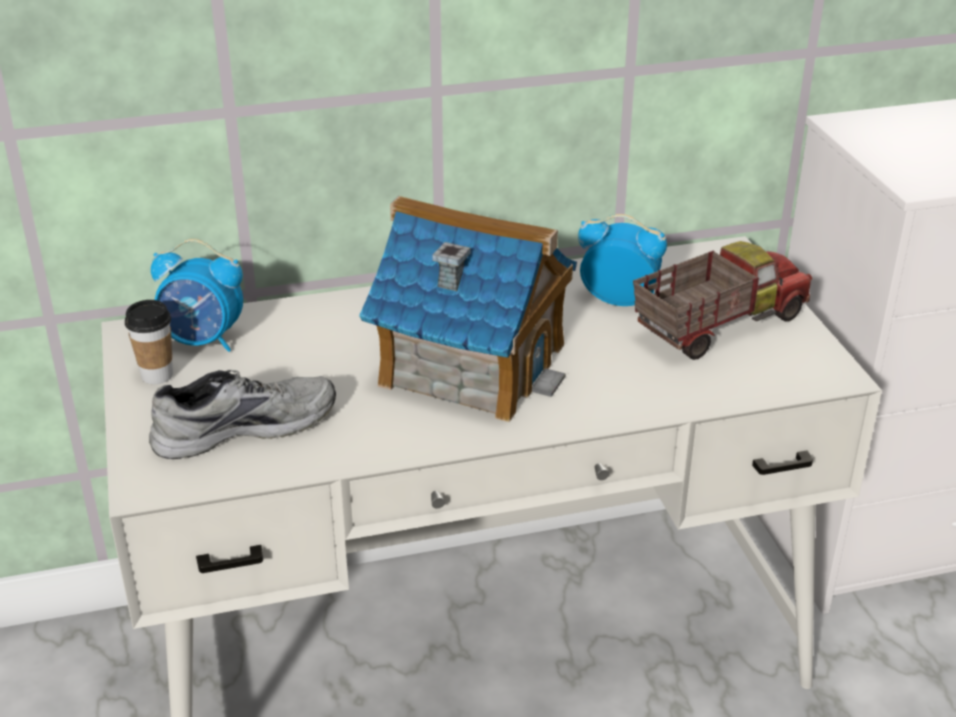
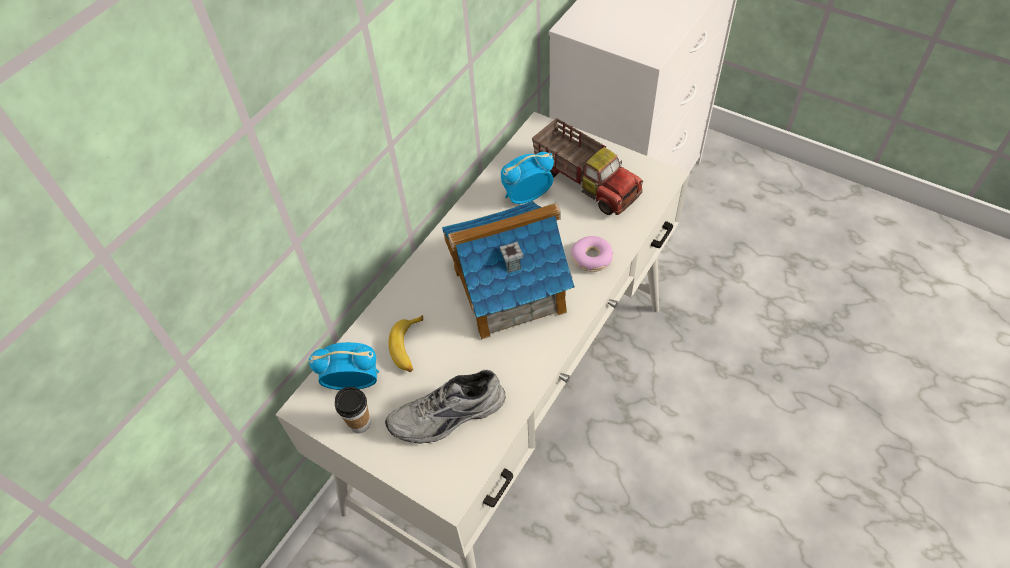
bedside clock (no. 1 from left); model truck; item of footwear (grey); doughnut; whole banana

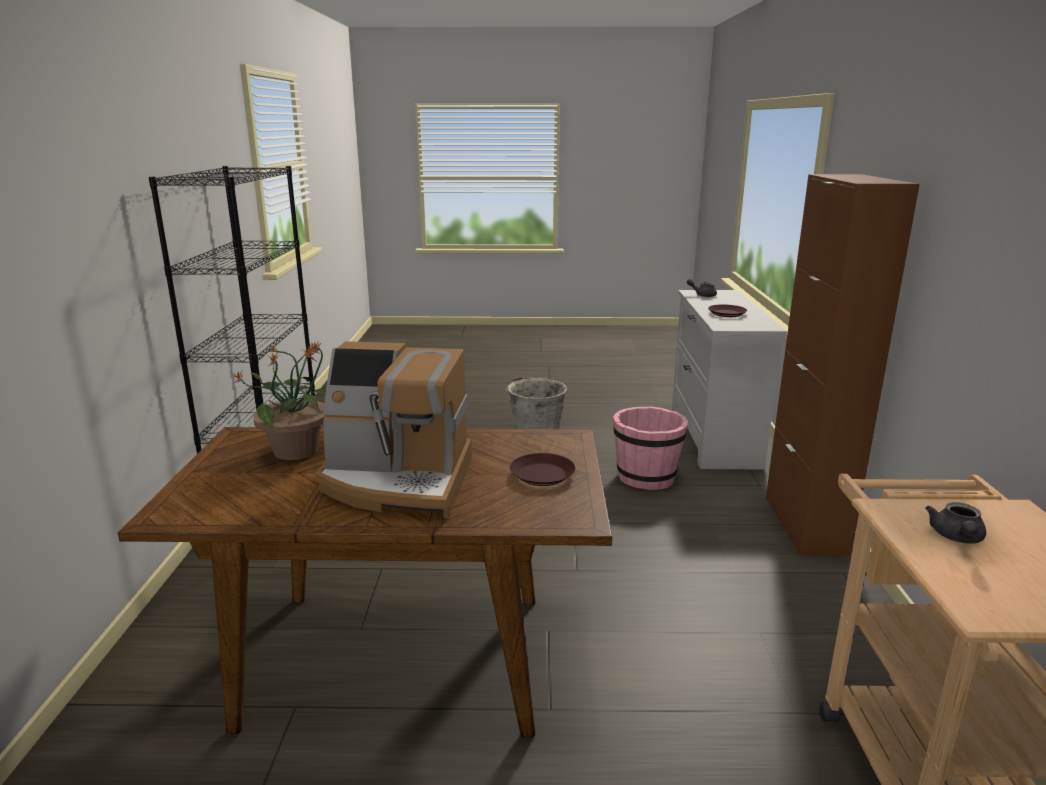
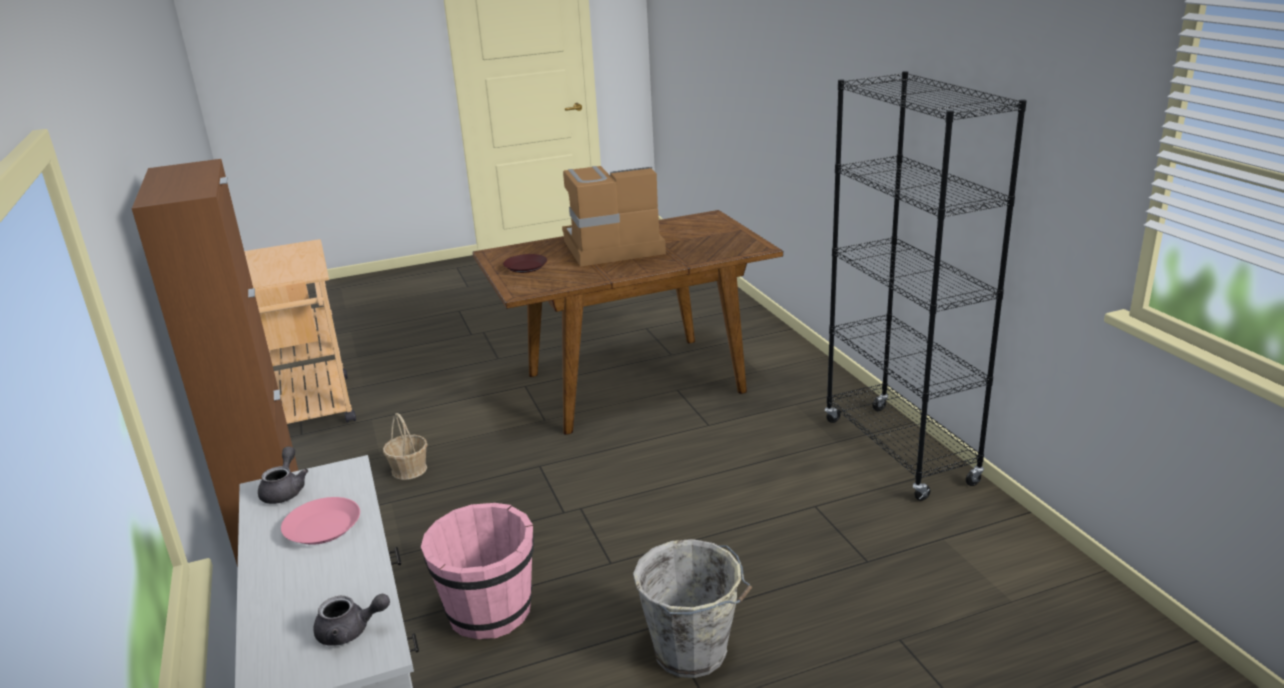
plate (pink); plant in a pot; pot for tea (grey) (no. 1 from left); household basket

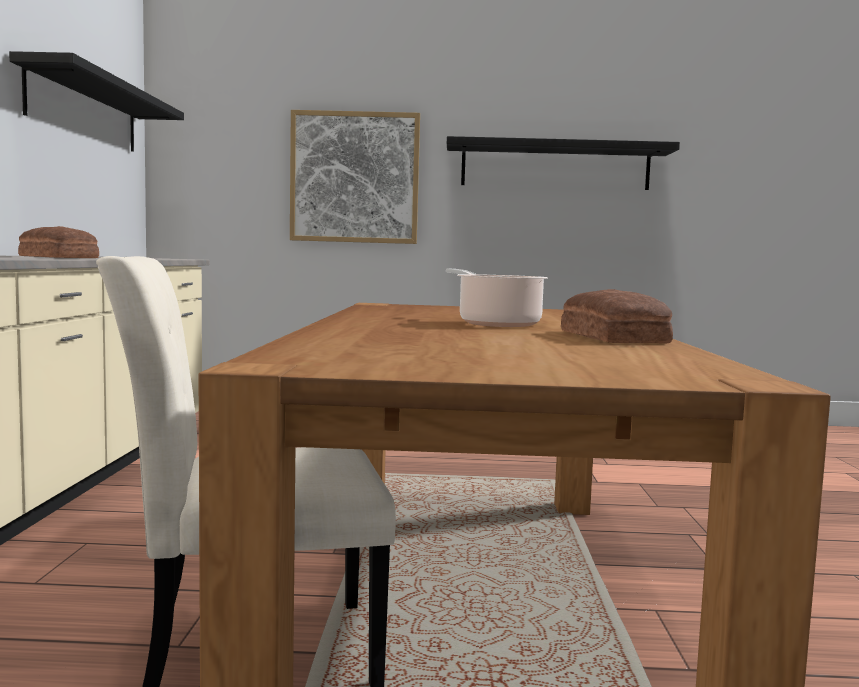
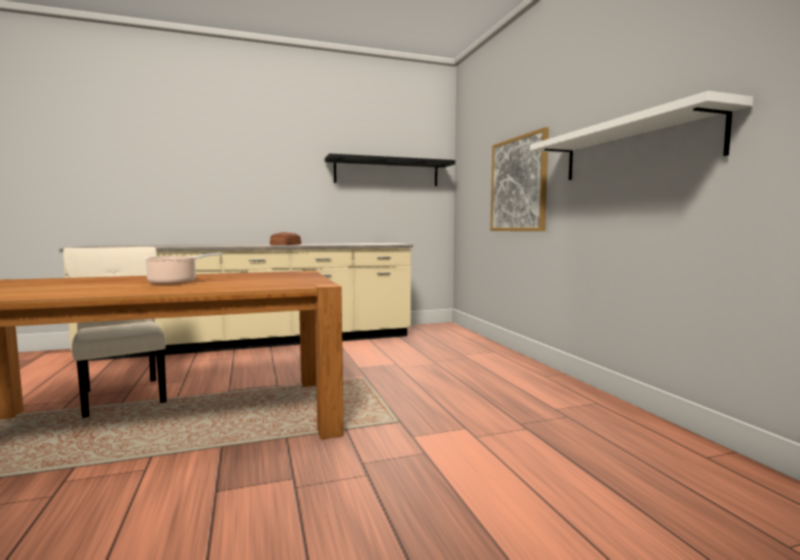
shelf (white-coloured); bakery bread (no. 2 from left in the first image)

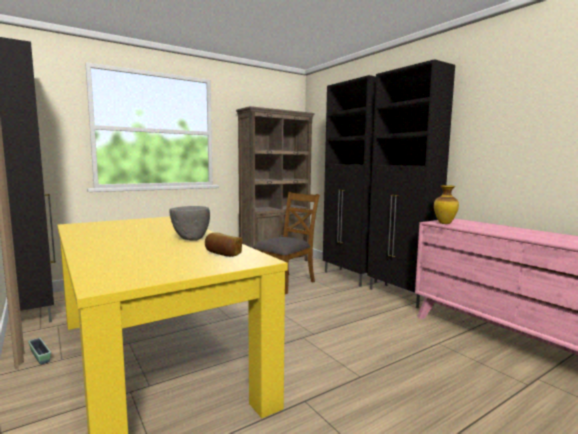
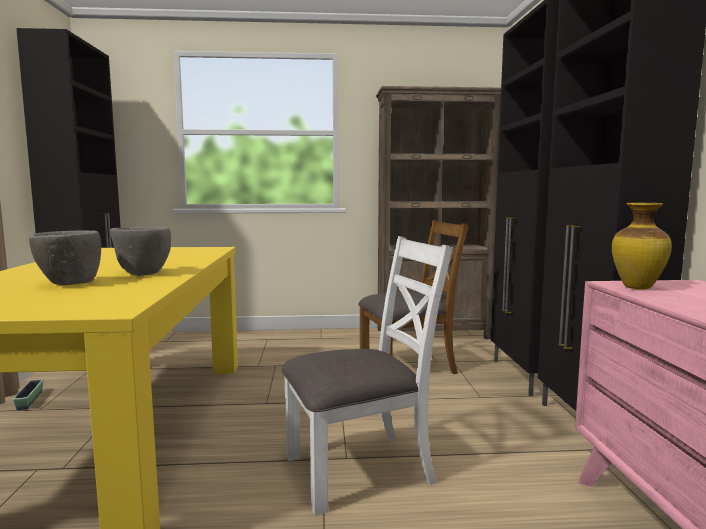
bakery bread; serving bowl (grey) (no. 1 from left); plain chair (white-coloured)

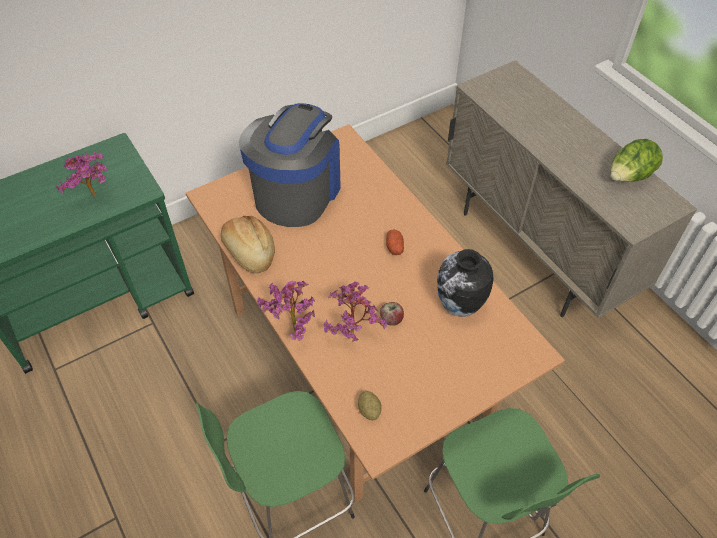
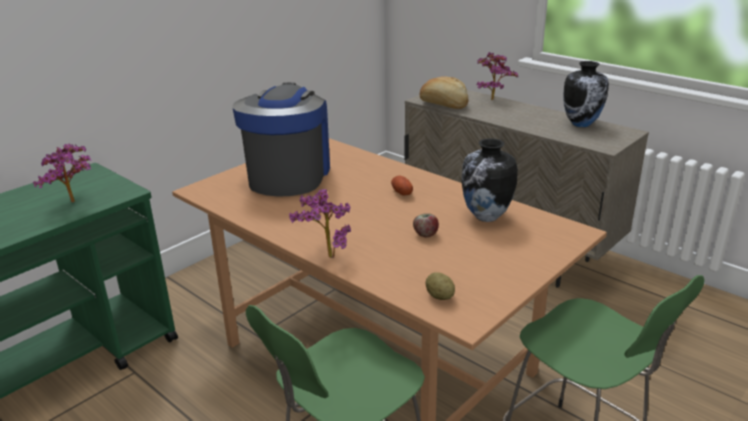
decorative vase (no. 2 from left); bakery bread; plant in a pot (no. 3 from left)

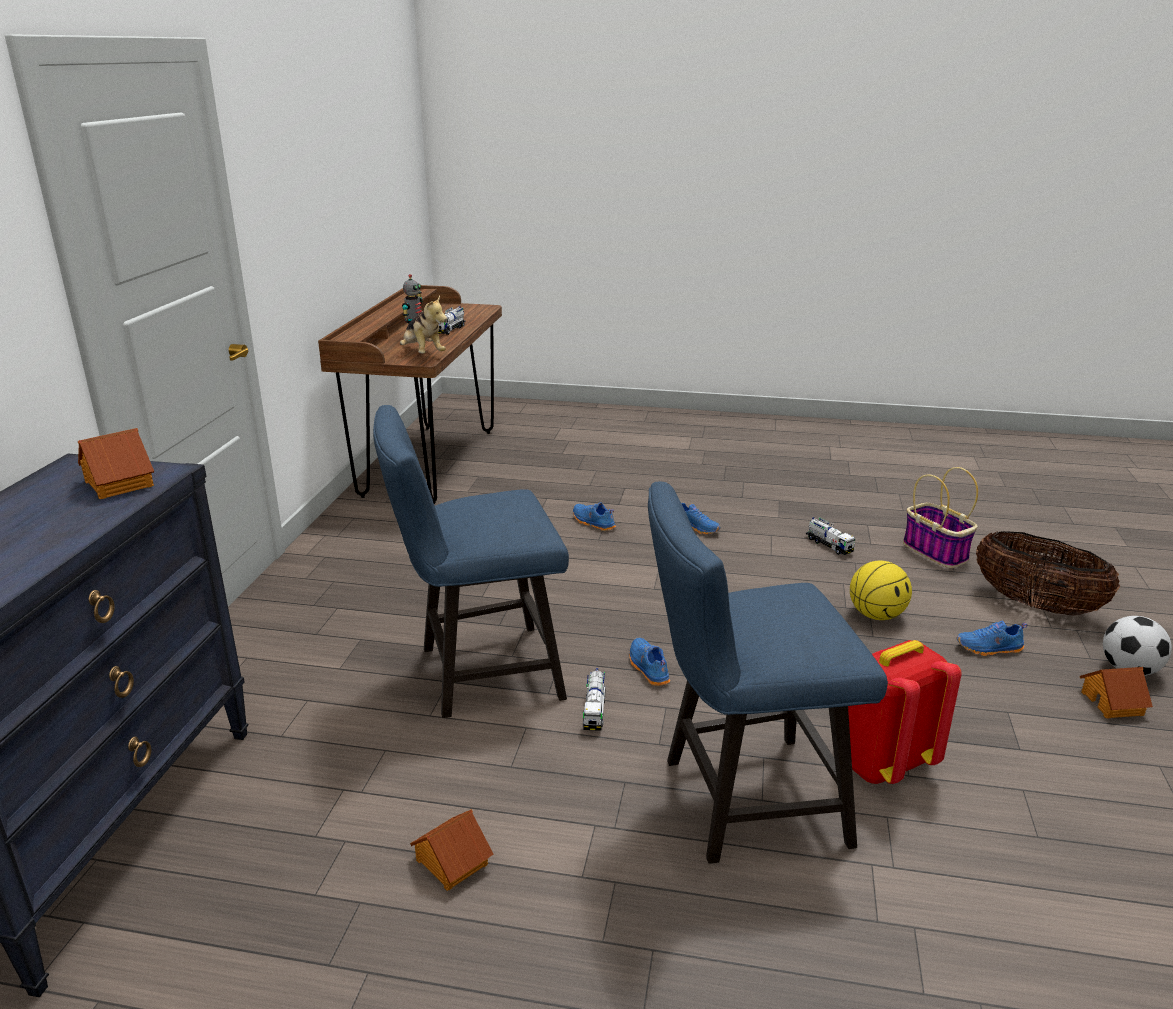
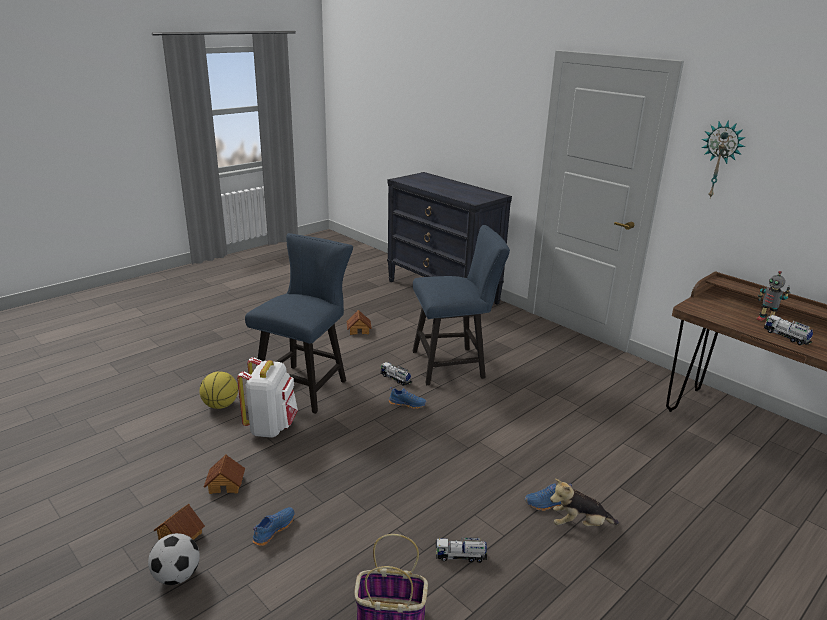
soft toy; plain chair (bluish) (no. 2 from left); model house (no. 2 from left); item of footwear (bluish) (no. 1 from left in the first image); household basket (no. 2 from left in the first image); basketball ball; knapsack (white-coloured); hanging clock

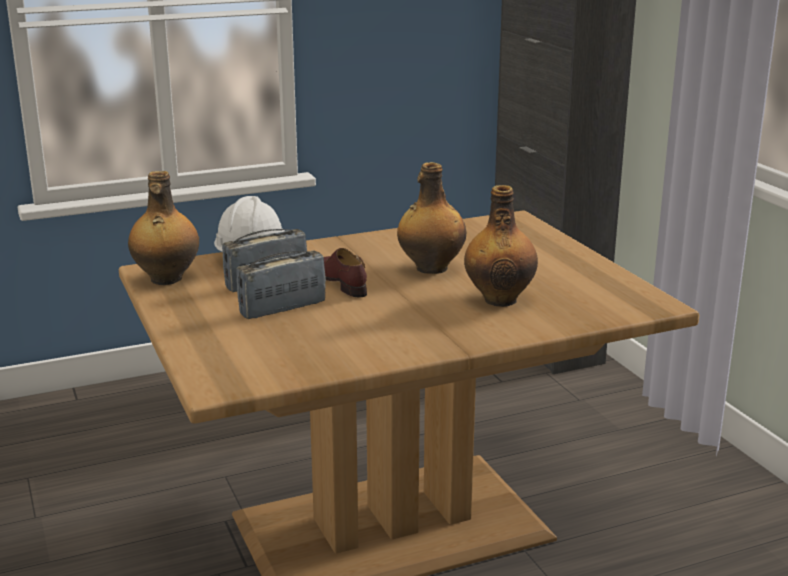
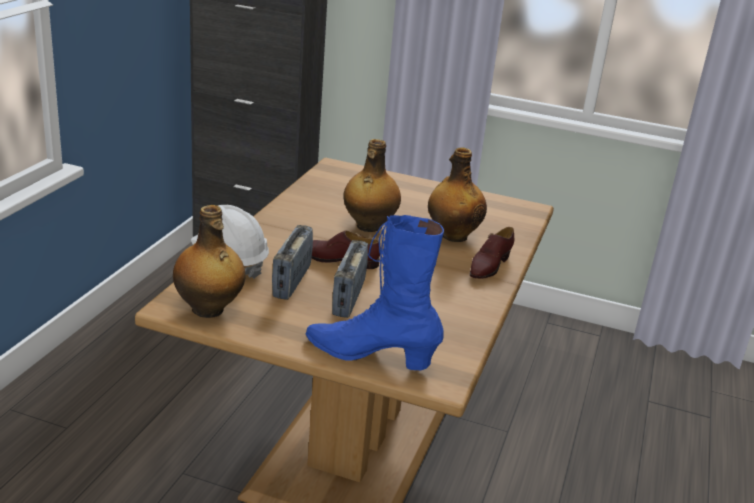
high-top boot (bluish); item of footwear (brown) (no. 2 from left)

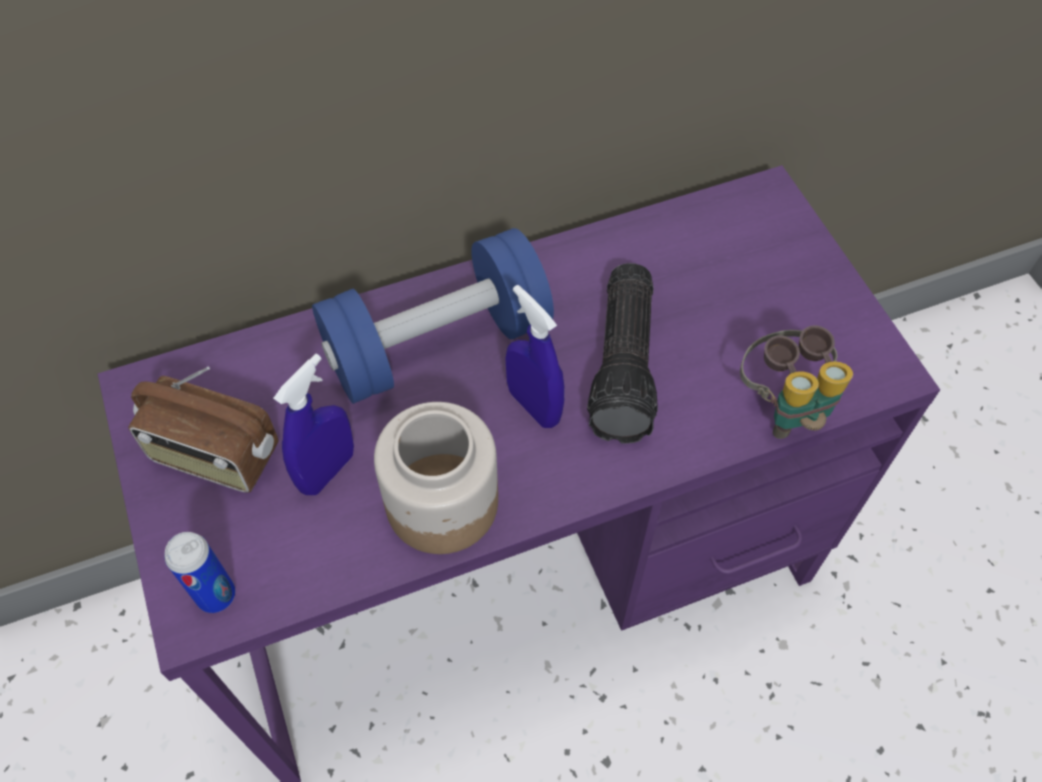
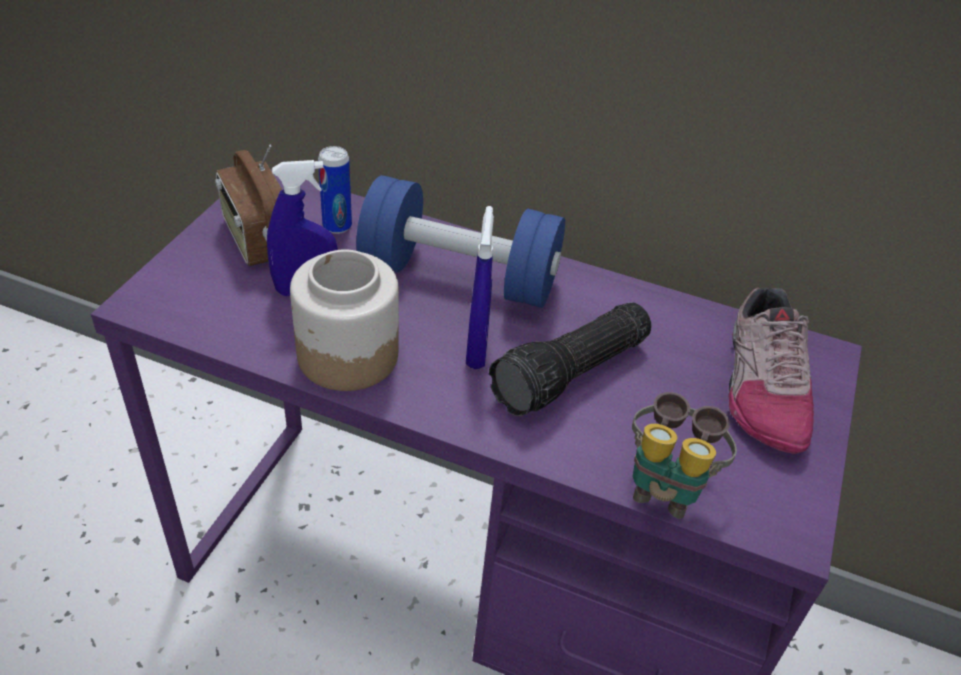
sealed can; item of footwear

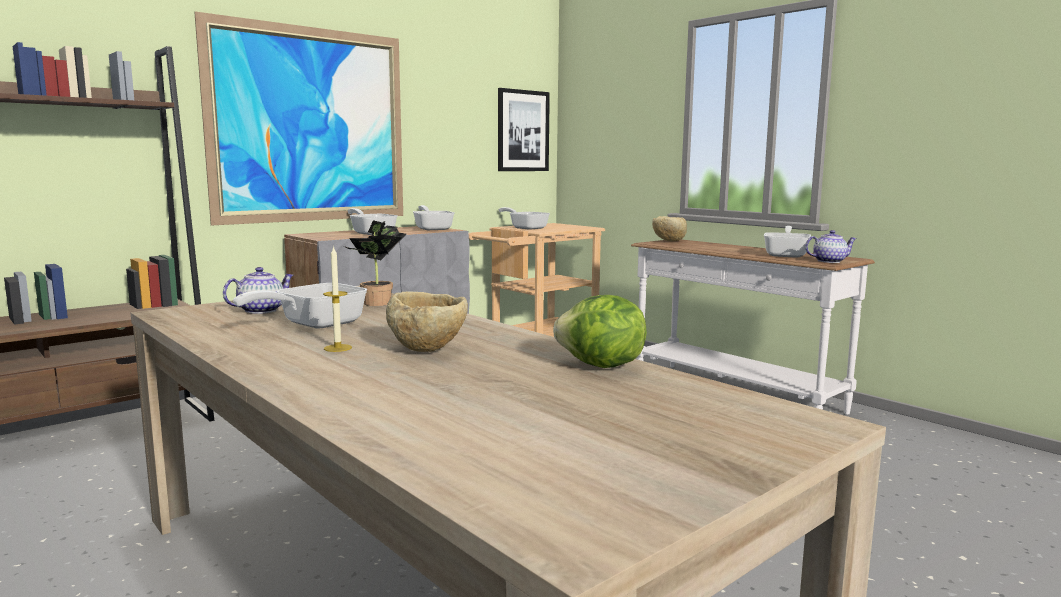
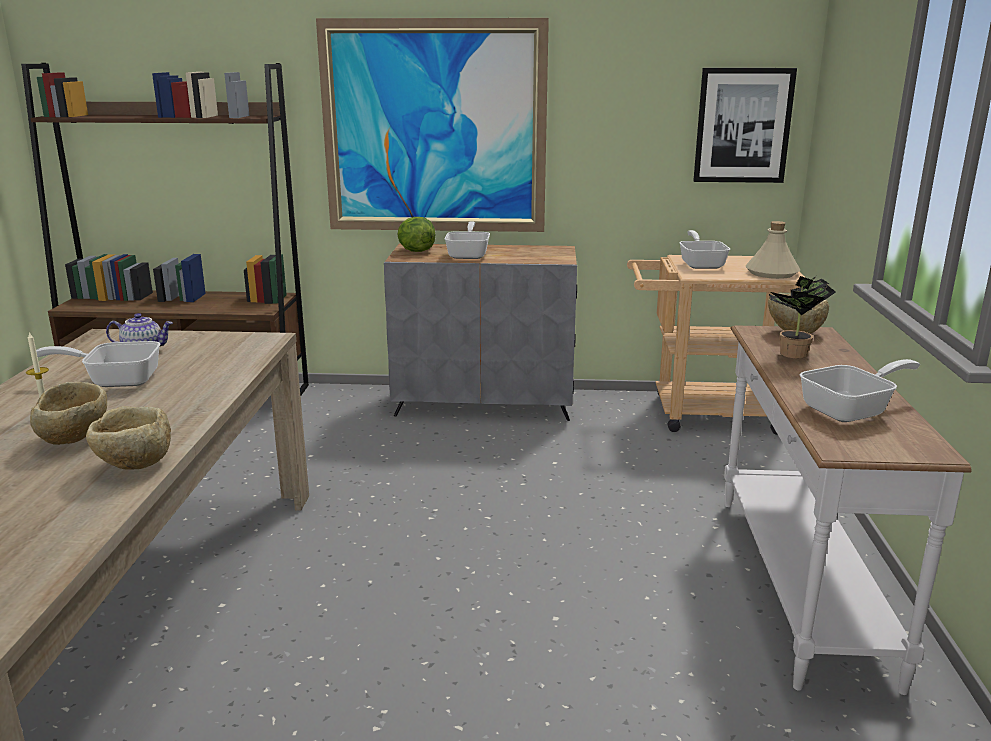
frying pan (no. 3 from left in the first image); plant in a pot; pot for tea (no. 2 from left in the first image); lettuce; bottle (sand-coloured); serving bowl (sand-coloured) (no. 2 from left)

